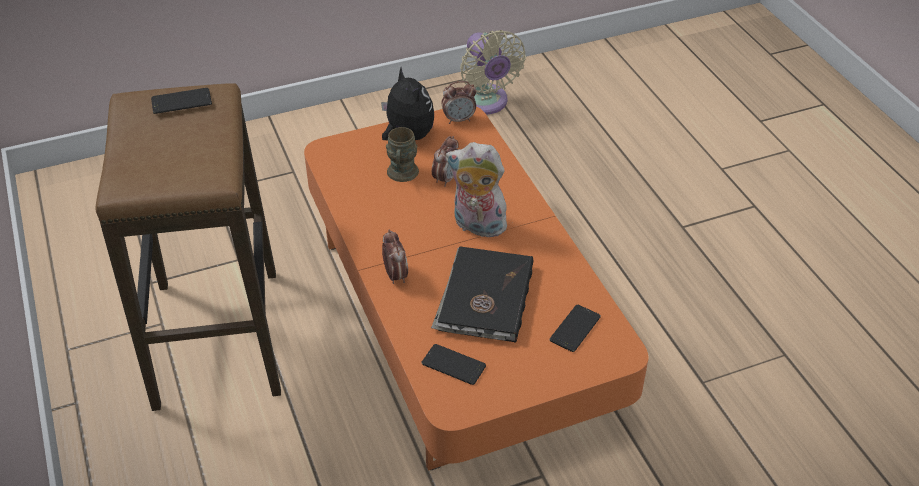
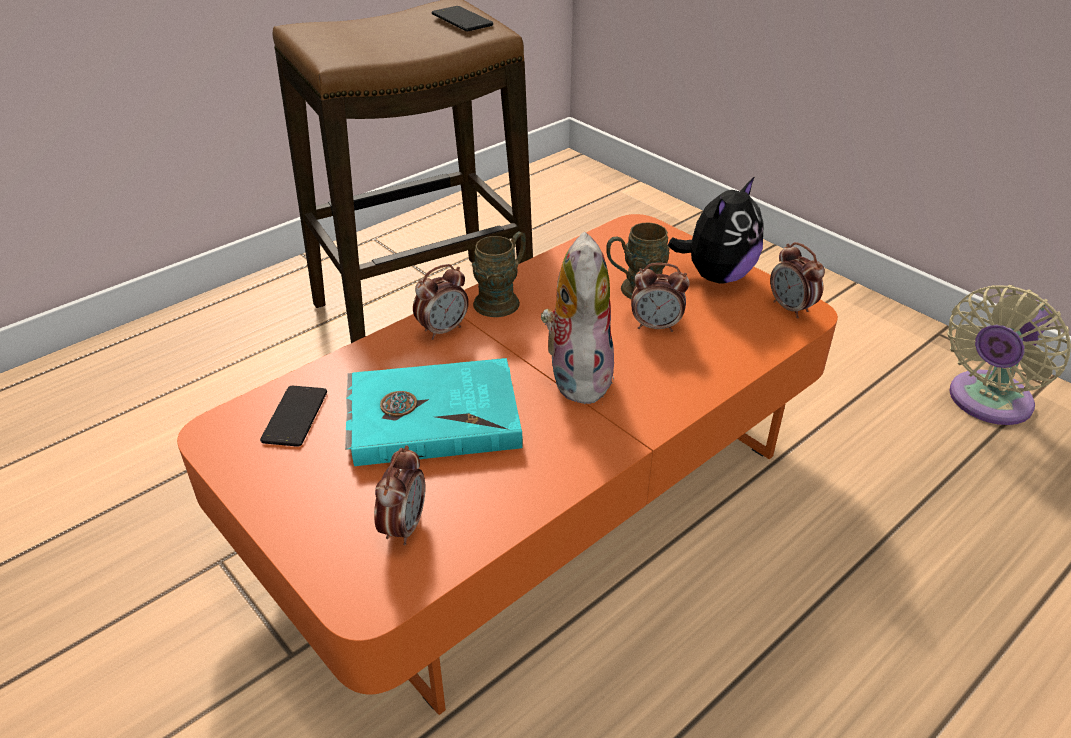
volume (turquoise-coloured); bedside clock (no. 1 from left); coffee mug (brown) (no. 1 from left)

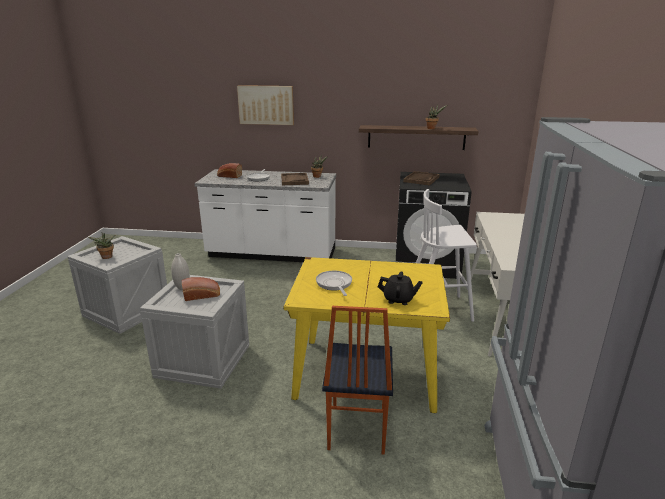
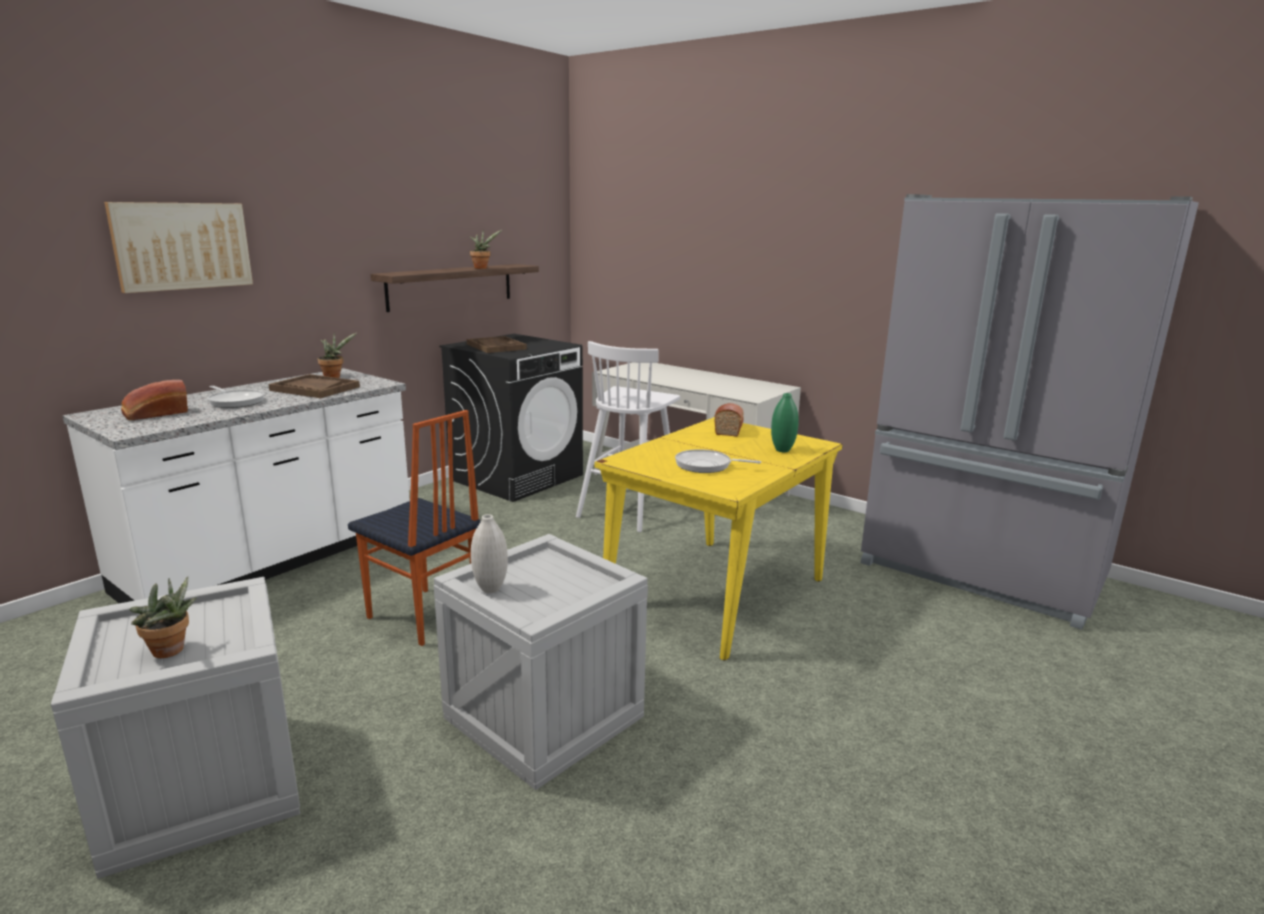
decorative vase (greenish); bakery bread (no. 2 from left); plain chair

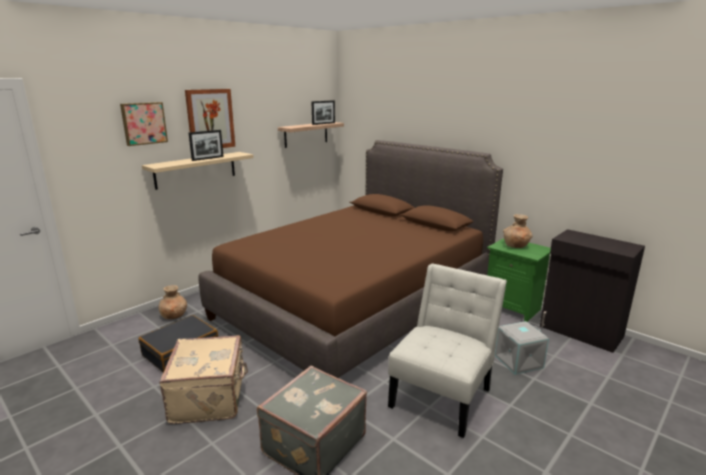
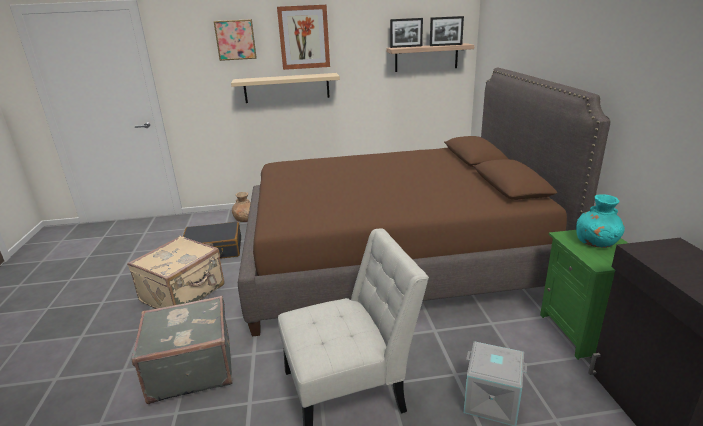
photo frame (no. 1 from left); decorative vase (turquoise-coloured)

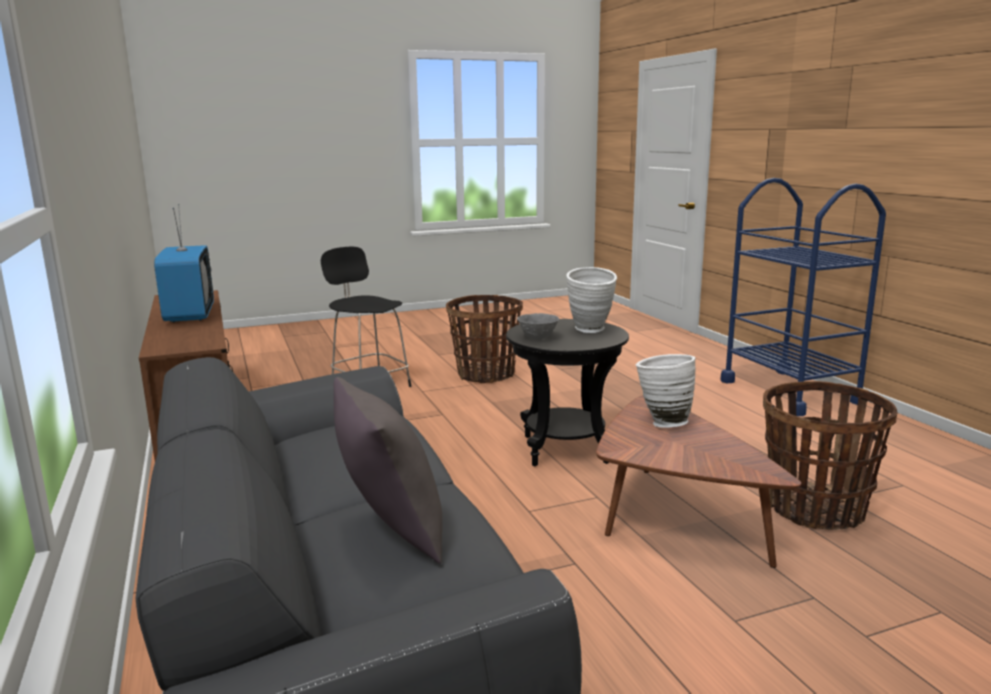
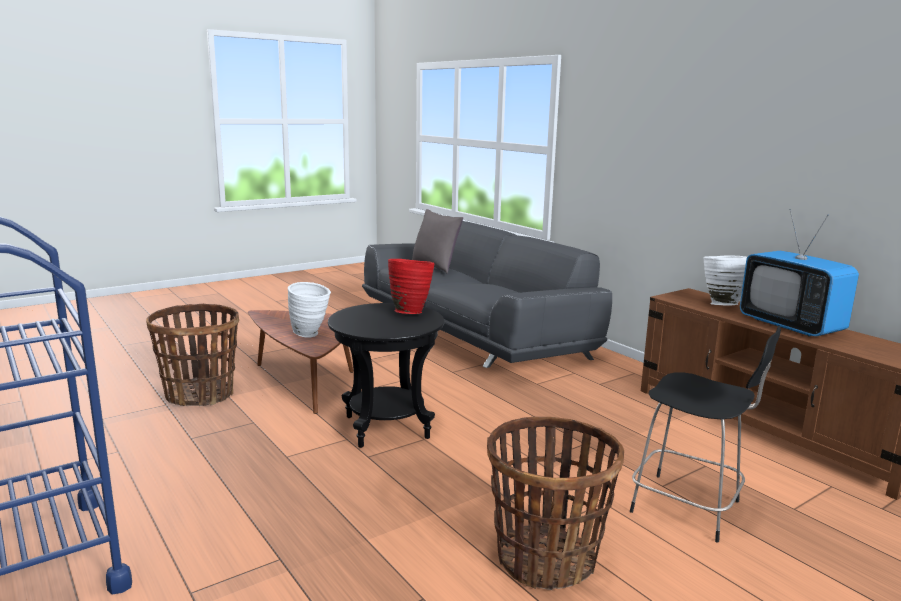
decorative vase (white-coloured) (no. 2 from left); decorative vase (reddish)

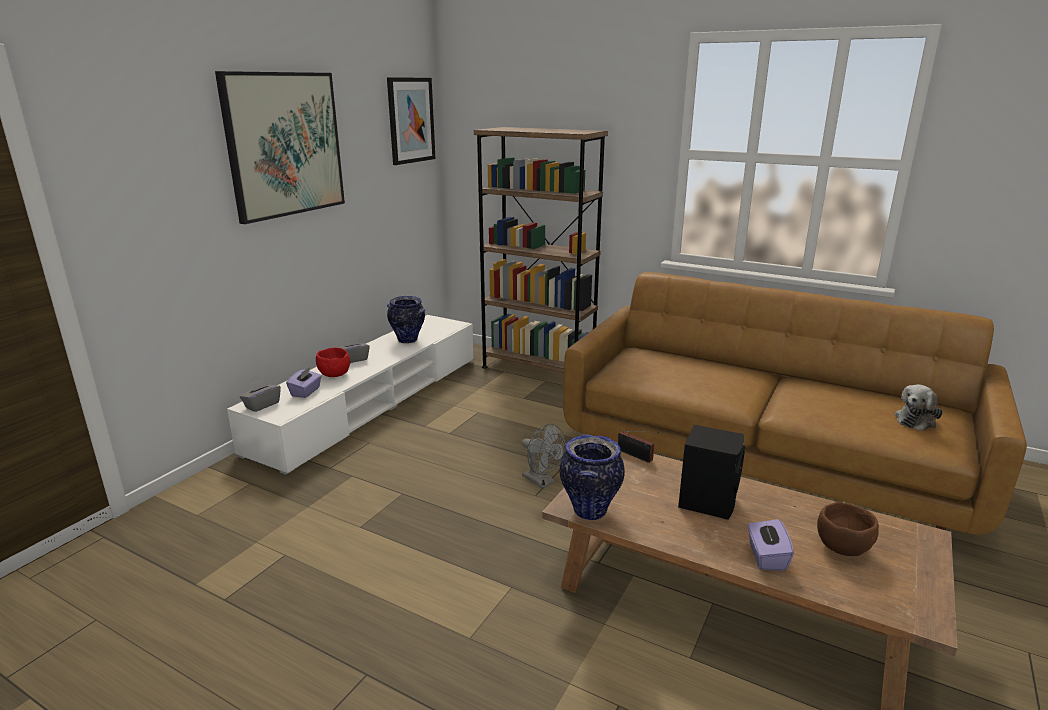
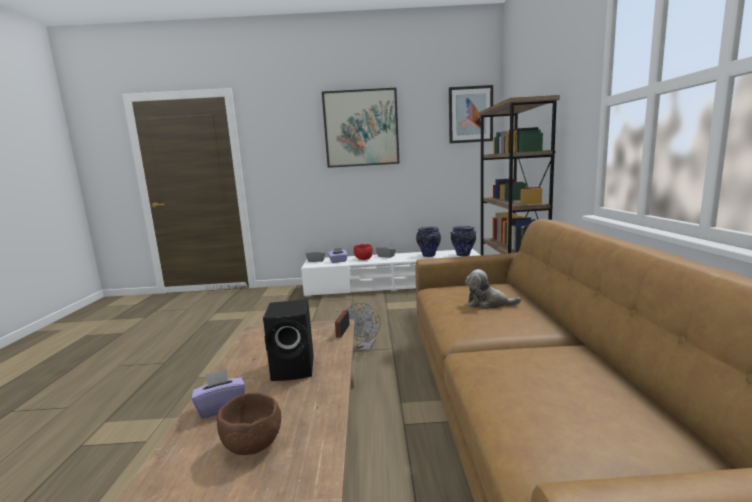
soft toy; decorative vase (no. 2 from left)

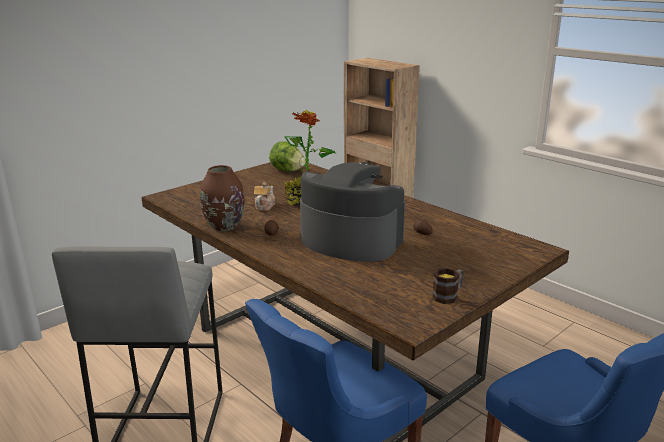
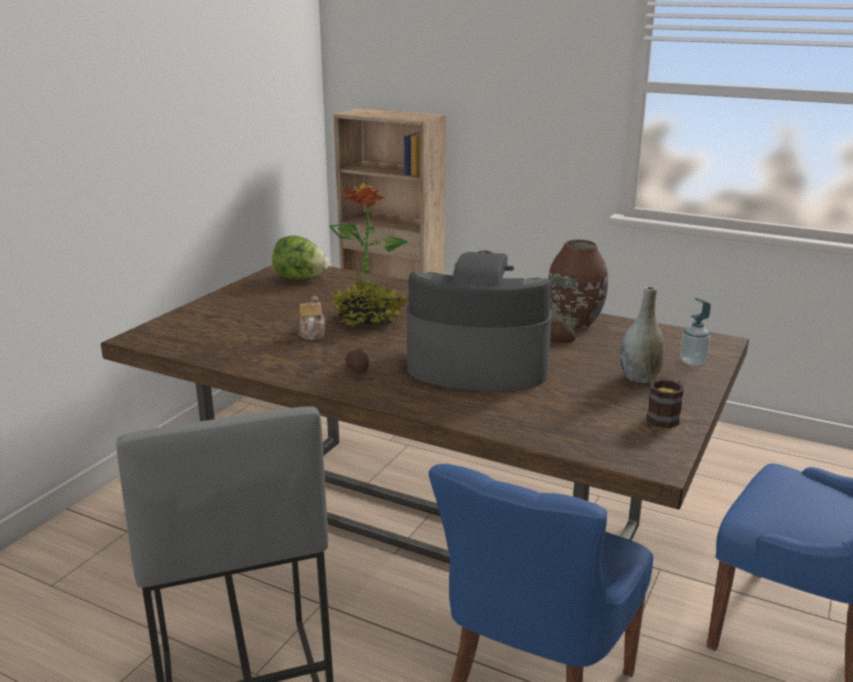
decorative vase (brown); decorative vase (grey); liquid soap bottle

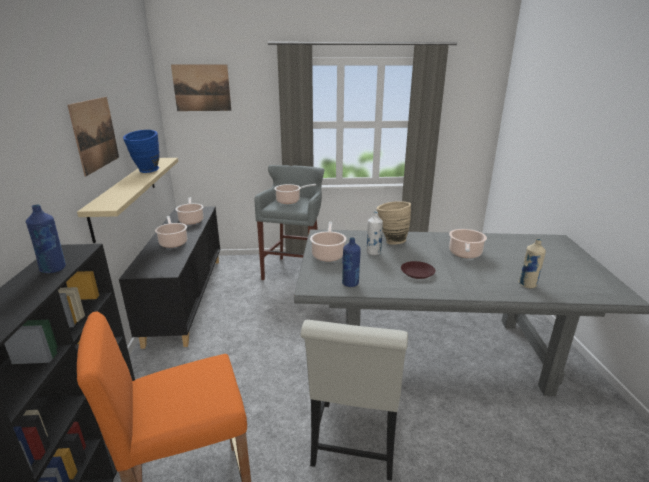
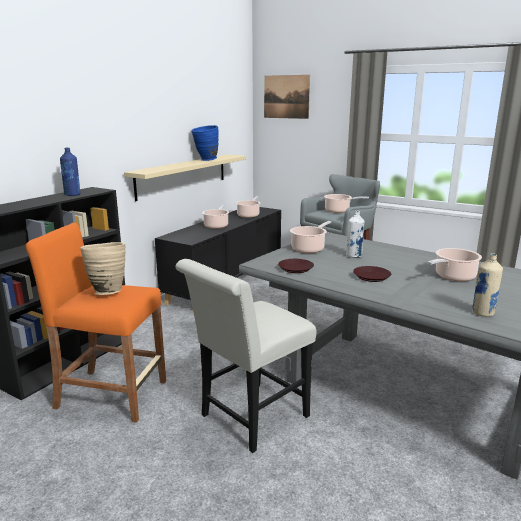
wall picture (no. 1 from left in the first image); decorative vase (sand-coloured); plate (brown) (no. 1 from left)

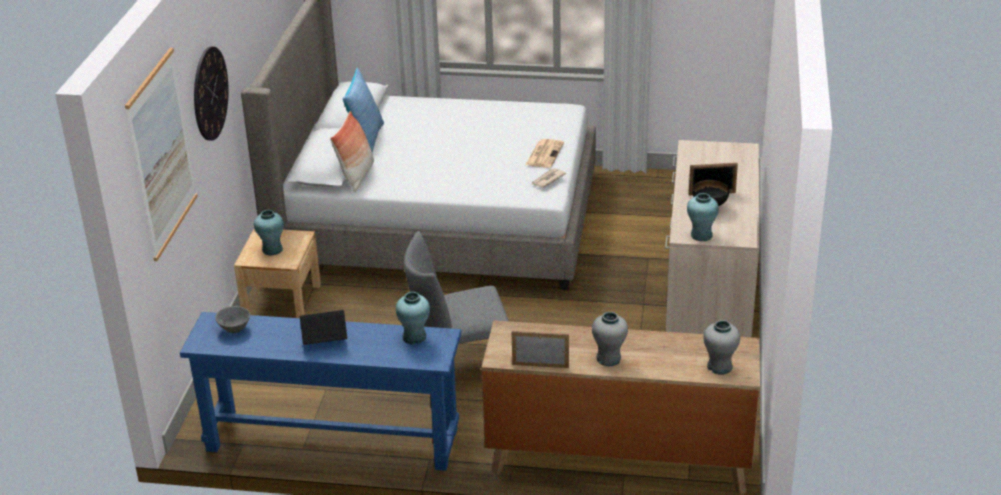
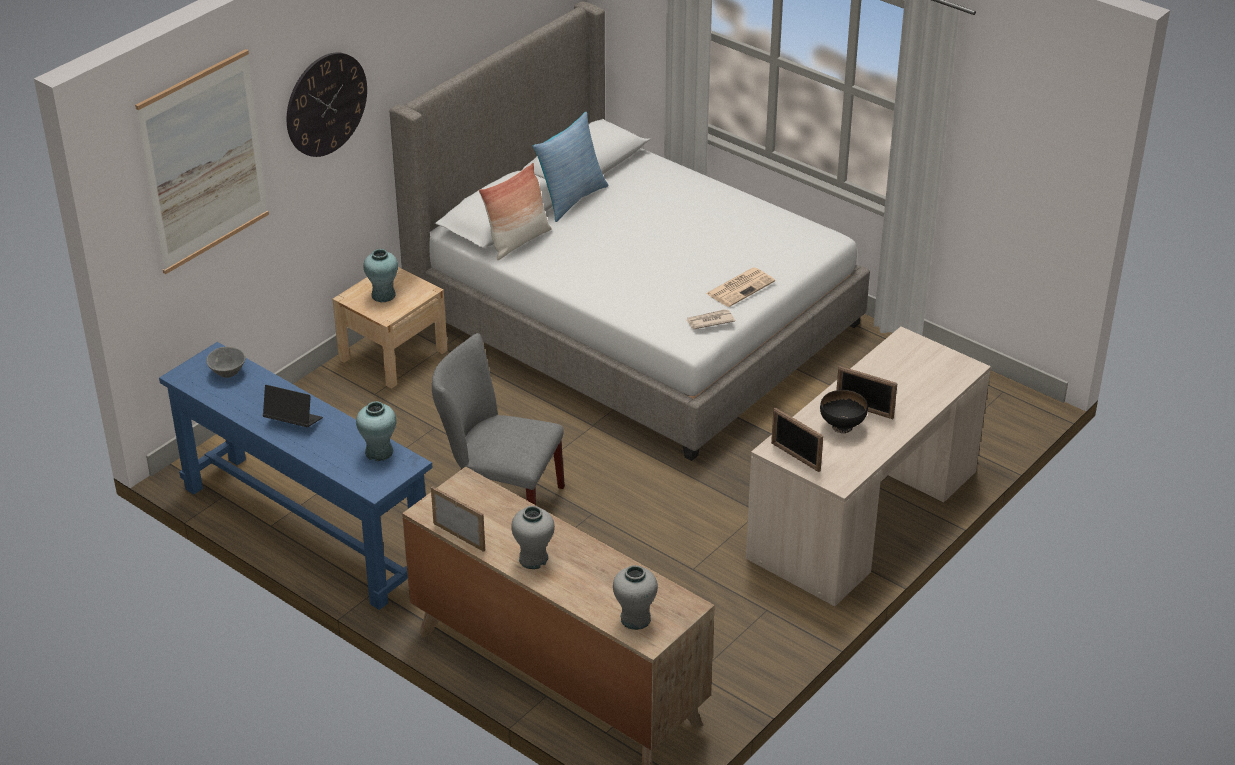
photo frame (no. 2 from left)

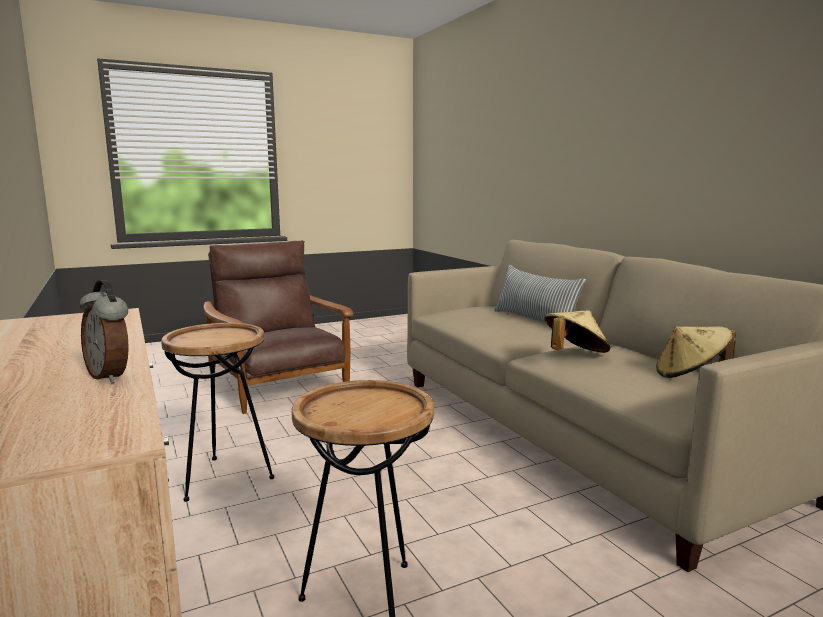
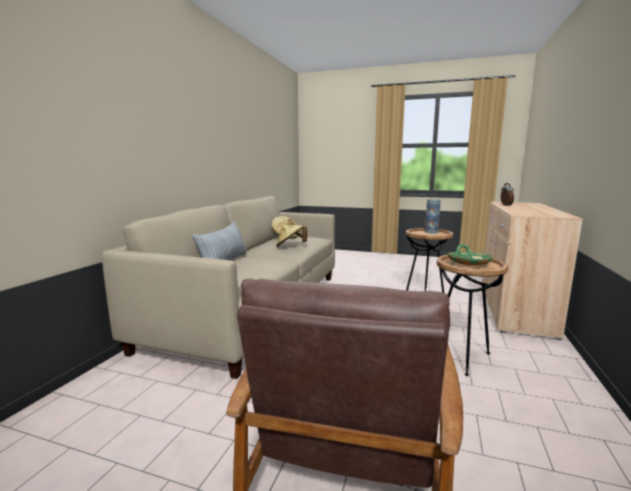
decorative vase; serving bowl (greenish)

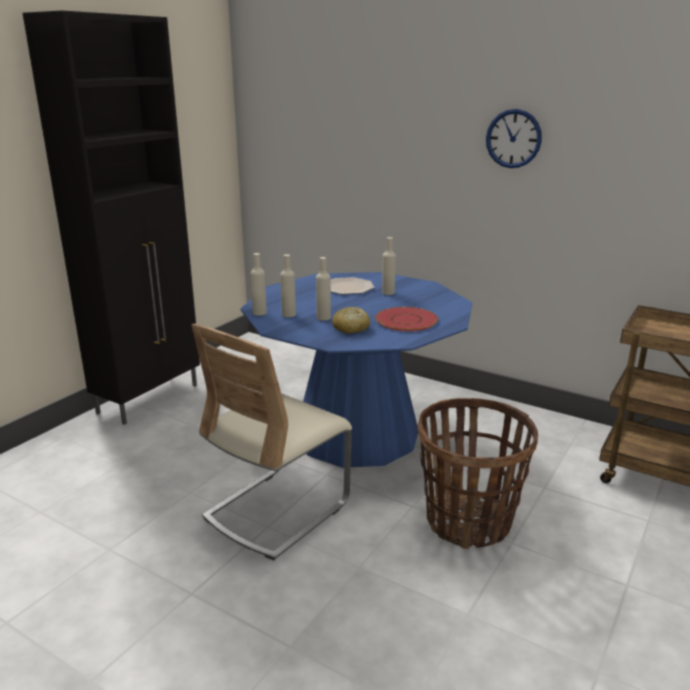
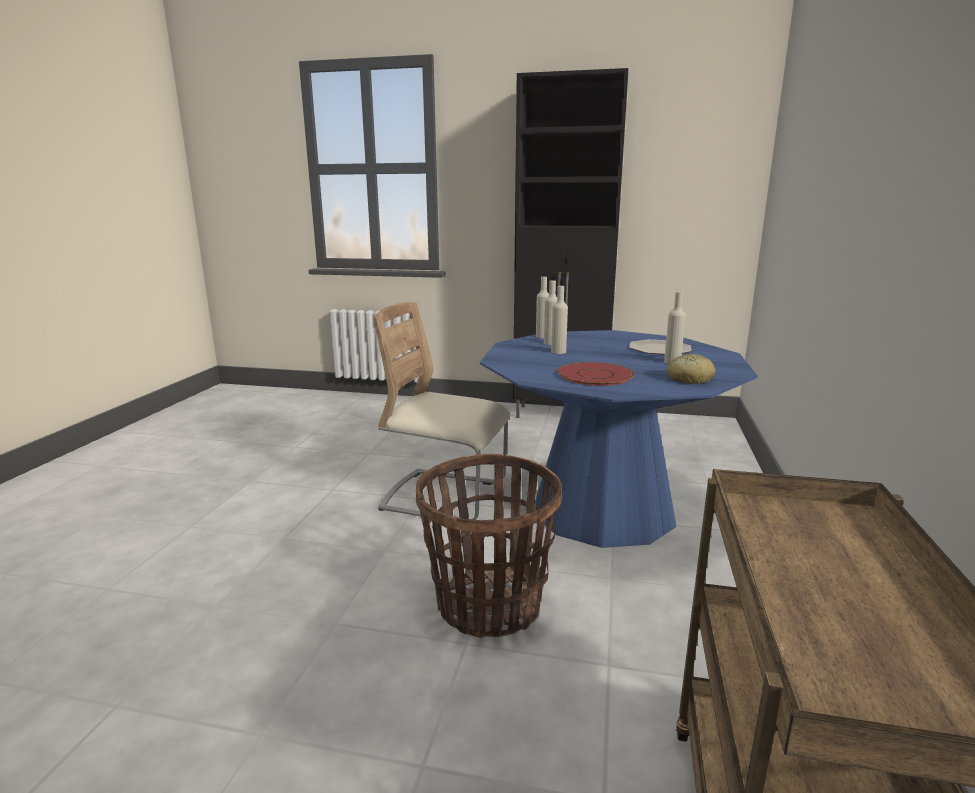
hanging clock; bakery bread

